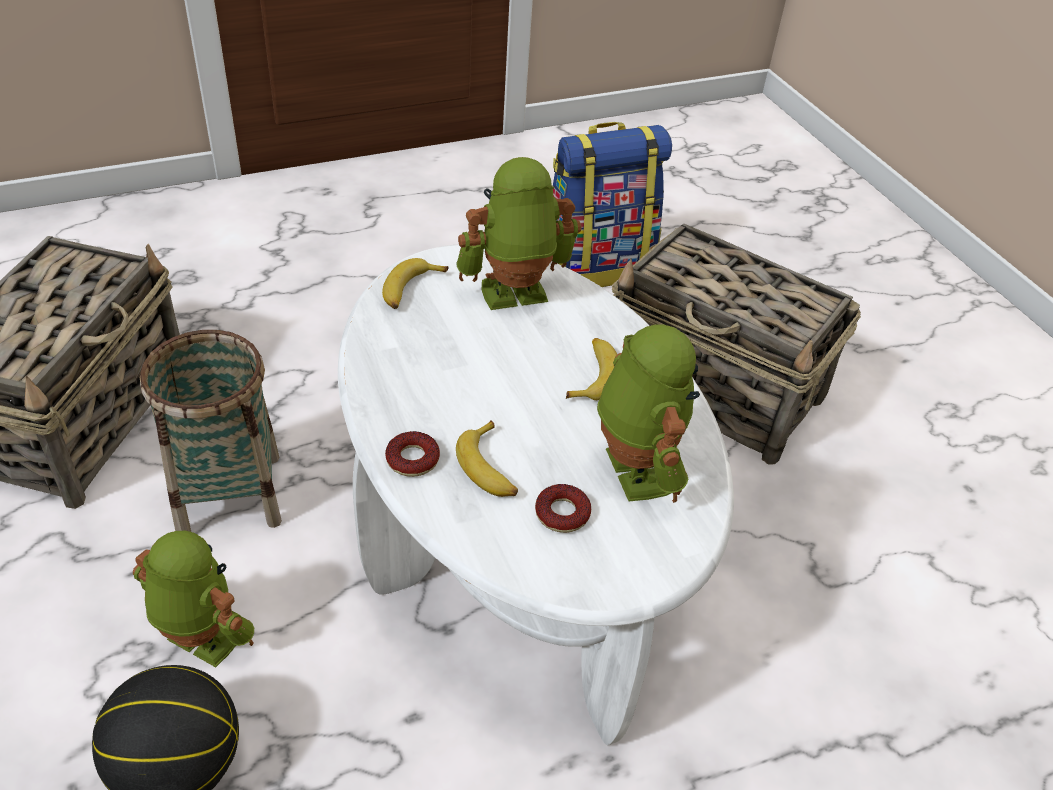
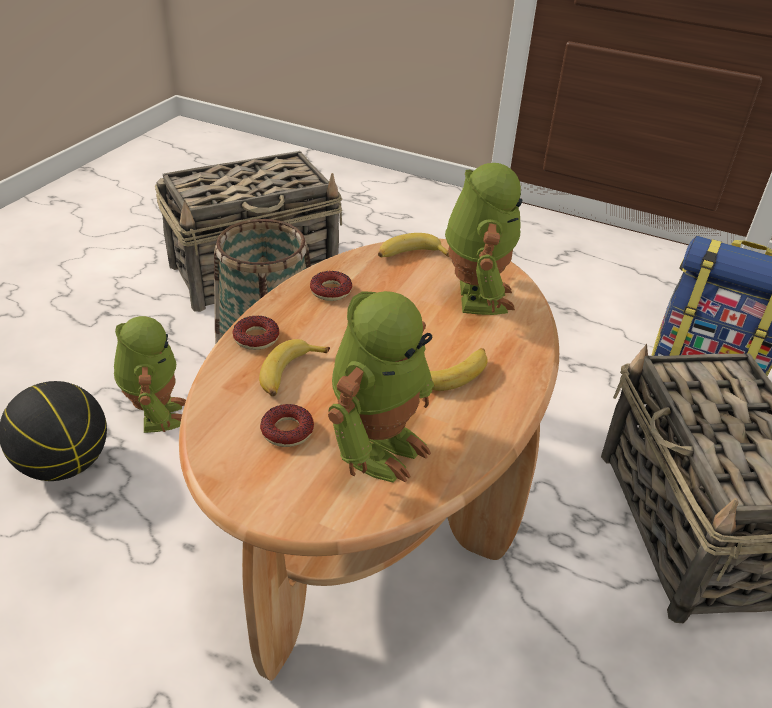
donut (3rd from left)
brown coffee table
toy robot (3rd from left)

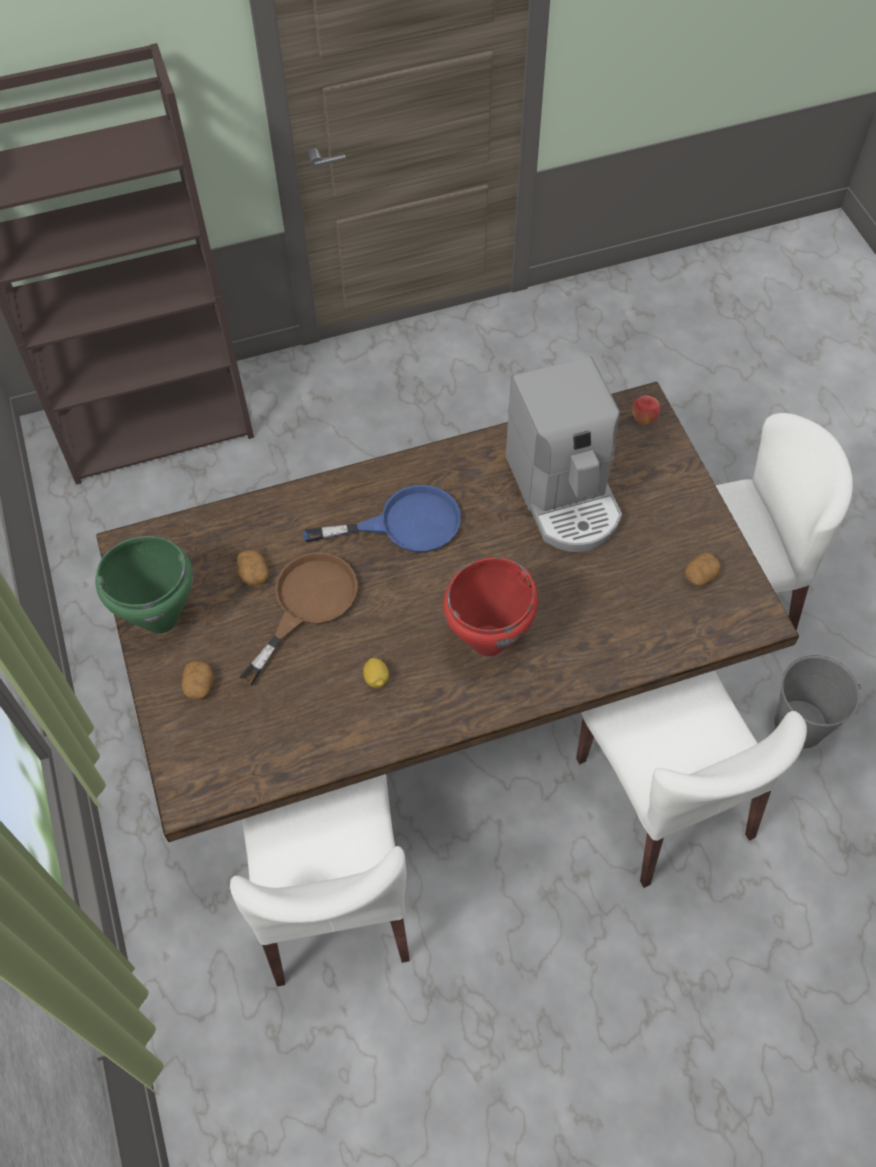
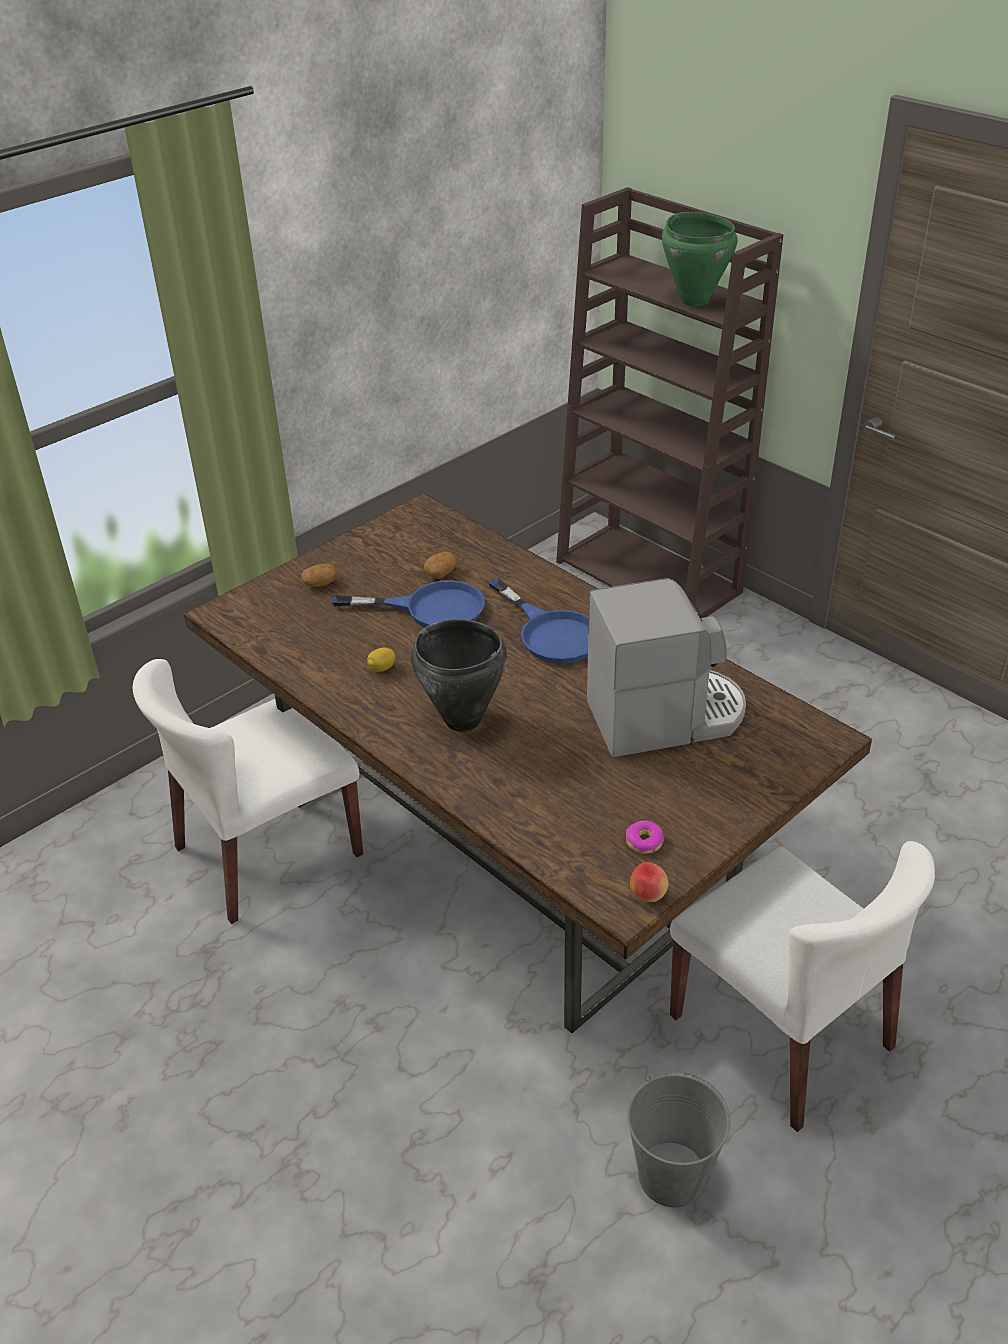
white chair (2nd from left in the first image)
green cooking pot
apple
donut
blue frying pan (1st from left)
black cooking pot
coffee machine

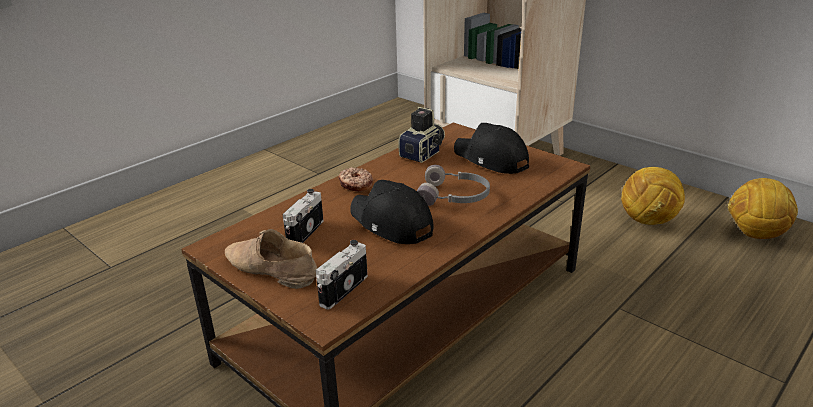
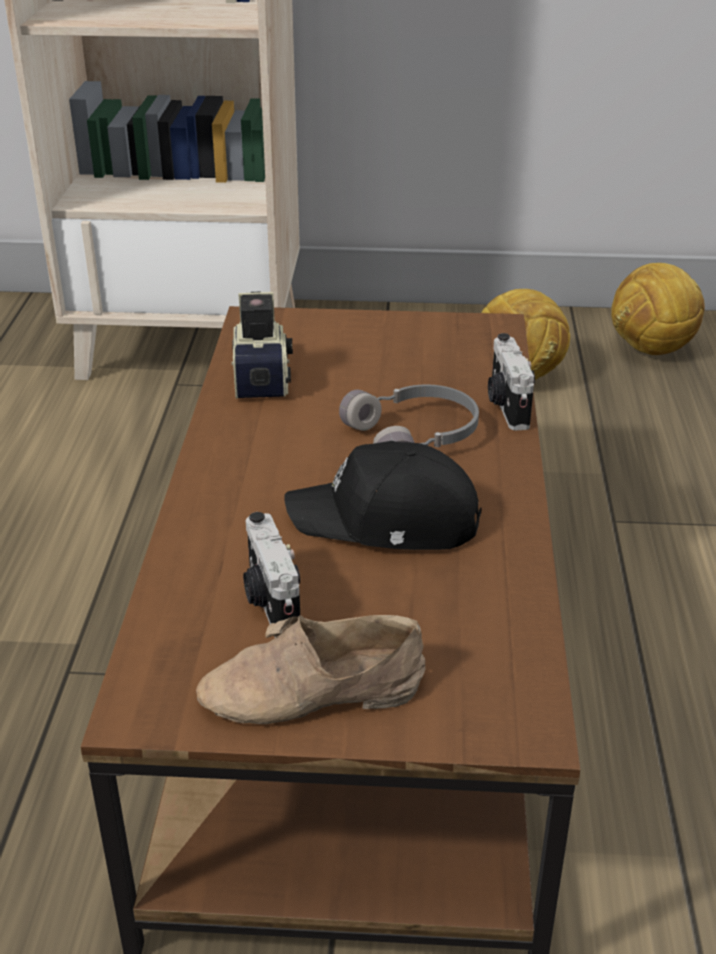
donut
black cap (2nd from left in the first image)
photo camera (3rd from left)

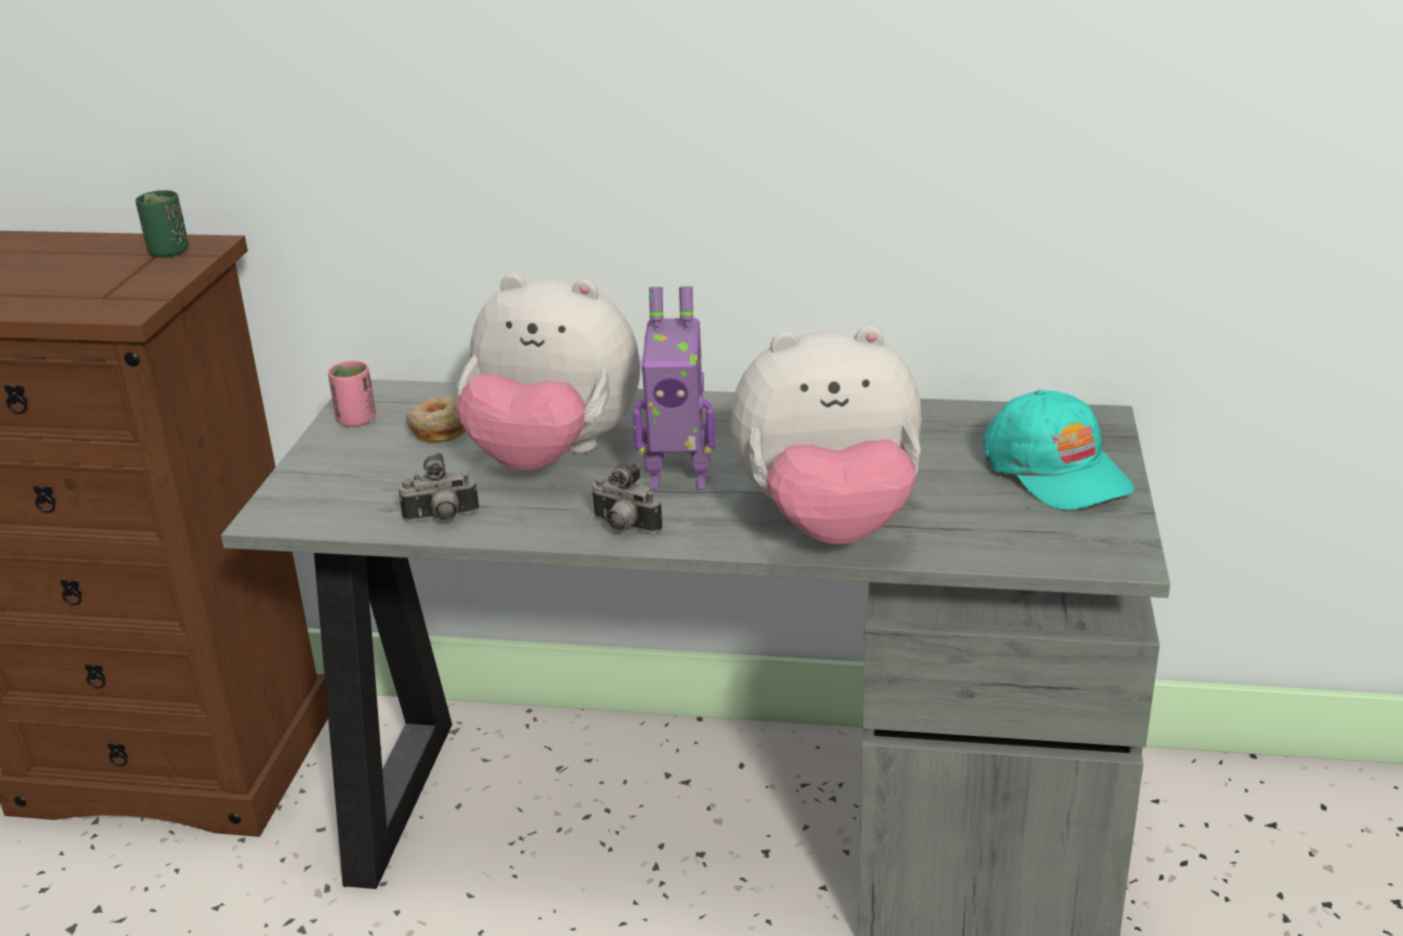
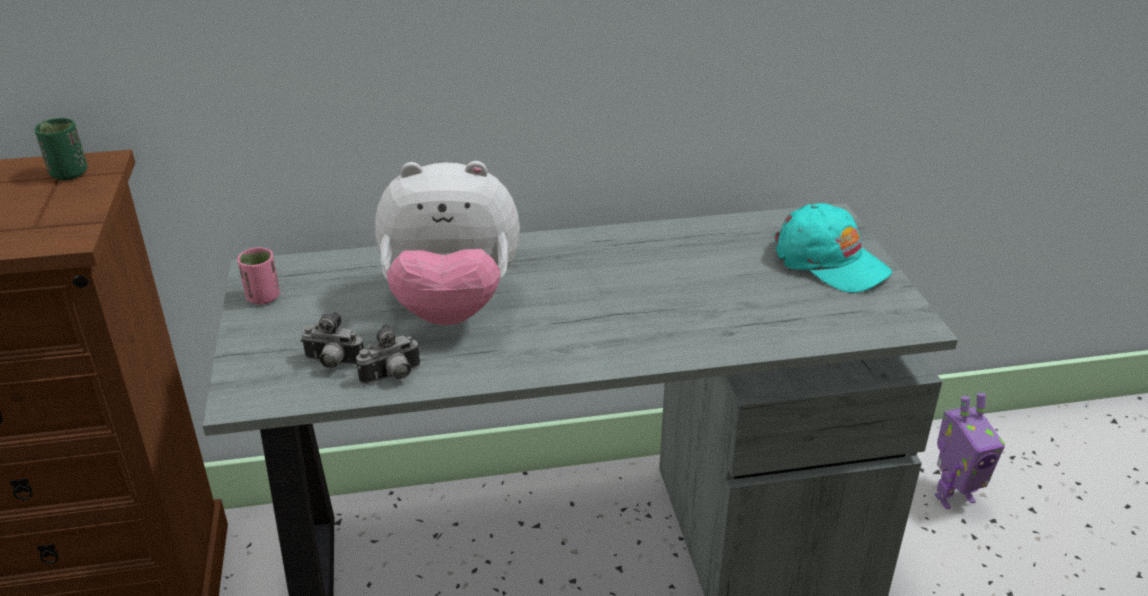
donut
plush toy (2nd from left in the first image)
photo camera (1st from left)
toy robot

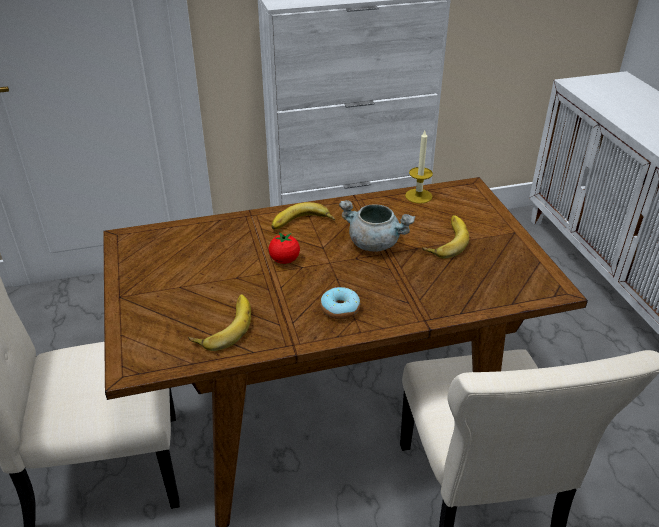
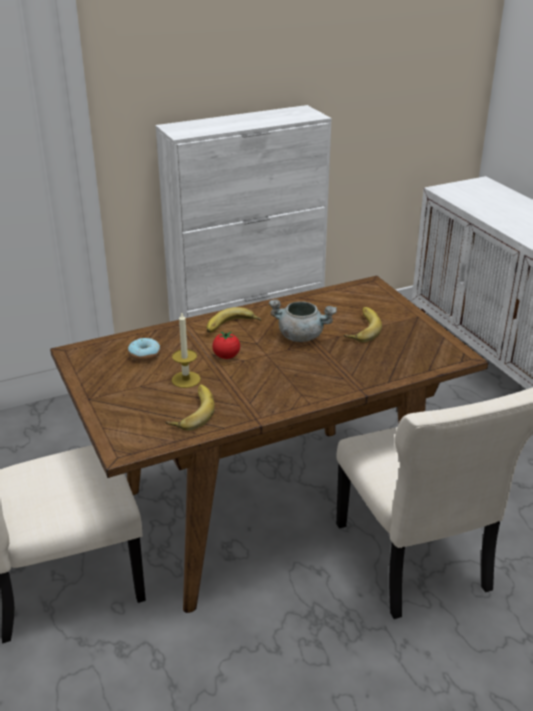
donut
candle

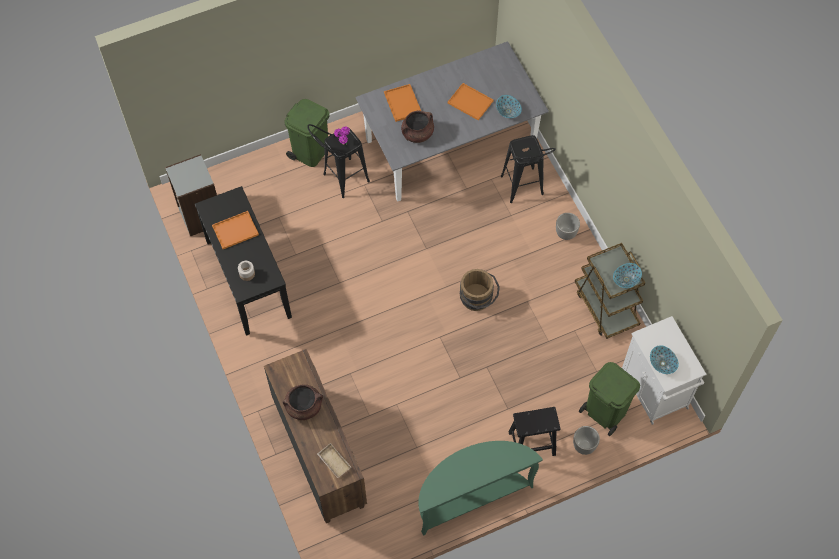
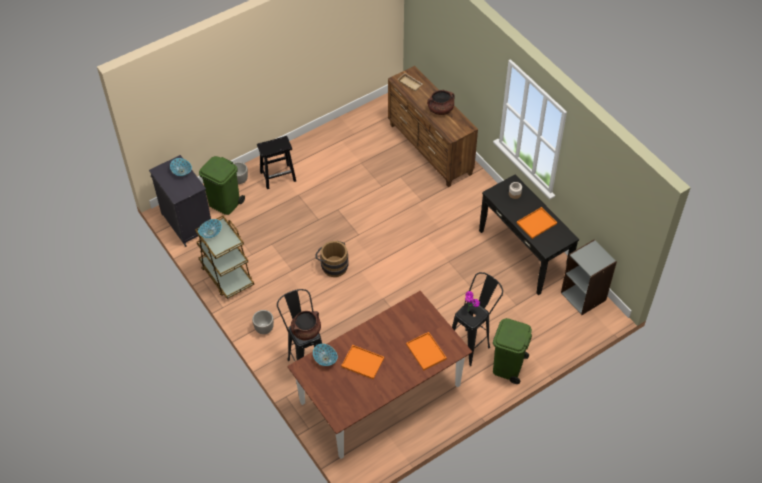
green console table
brown cooking pot (1st from left)
brown dining table
black cabinet

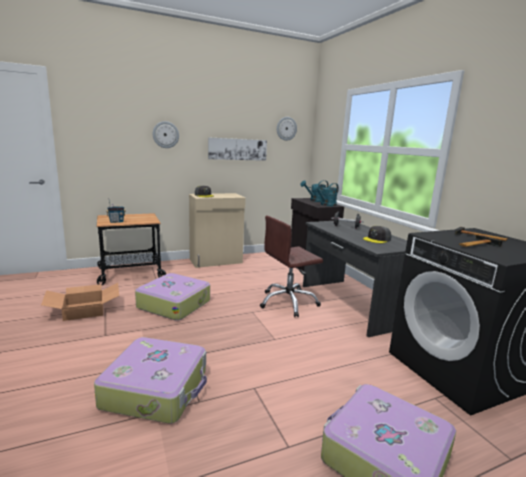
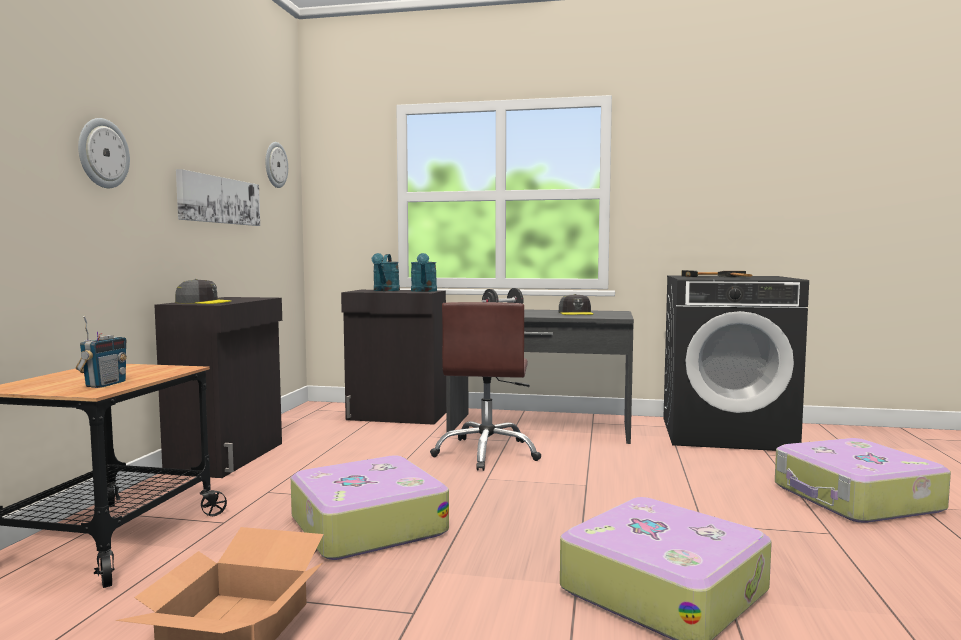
black cabinet (1st from left)

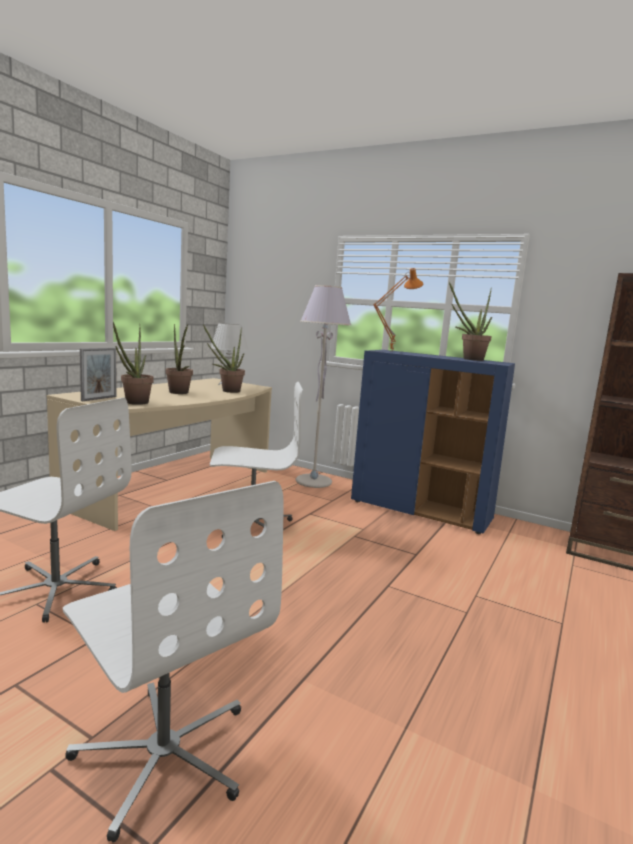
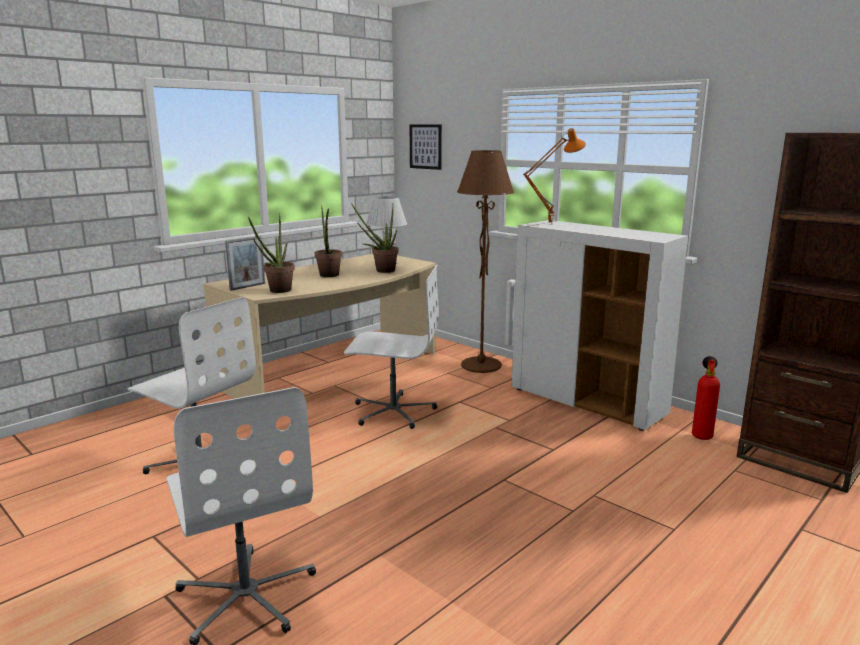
potted plant (4th from left in the first image)
picture
fire extinguisher
brown floor lamp
white cabinet

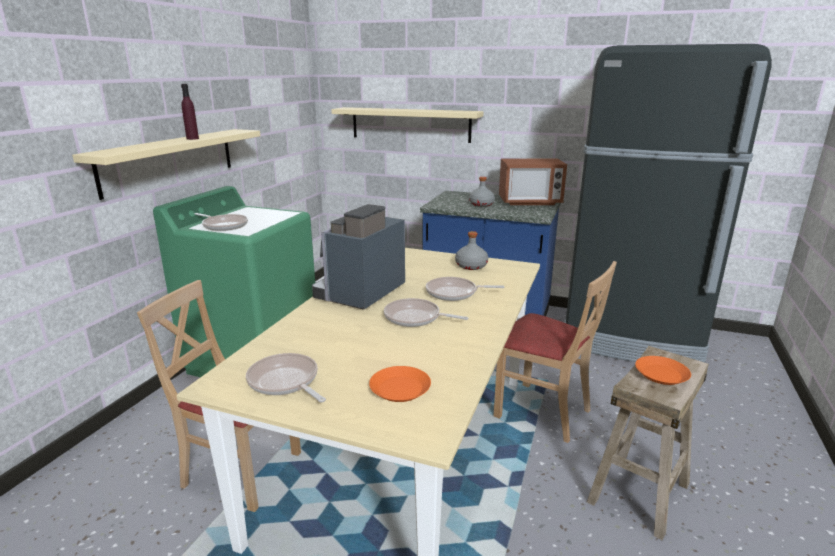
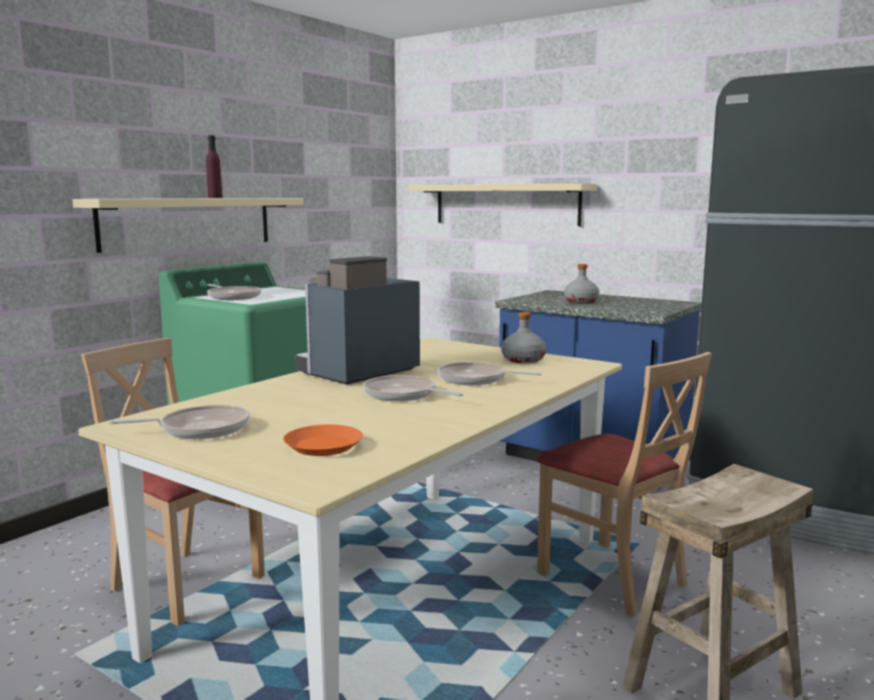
microwave
orange plate (2nd from left in the first image)
frying pan (1st from left)

